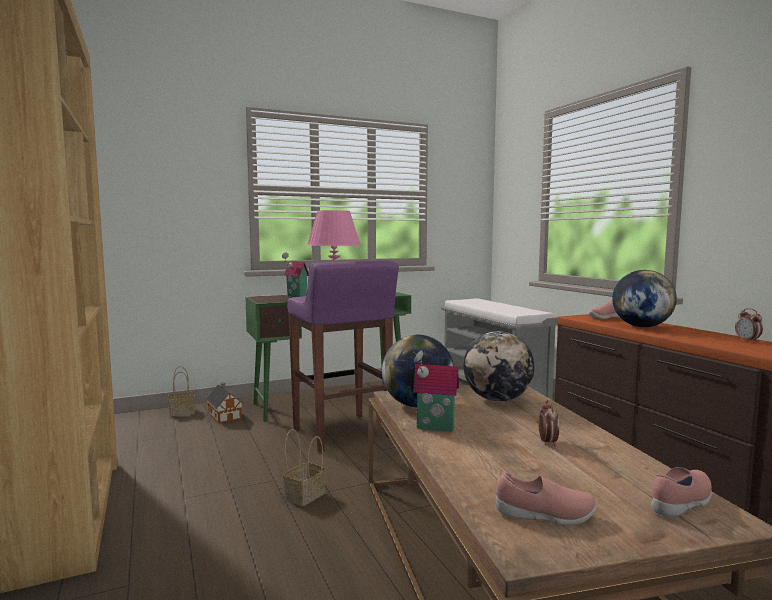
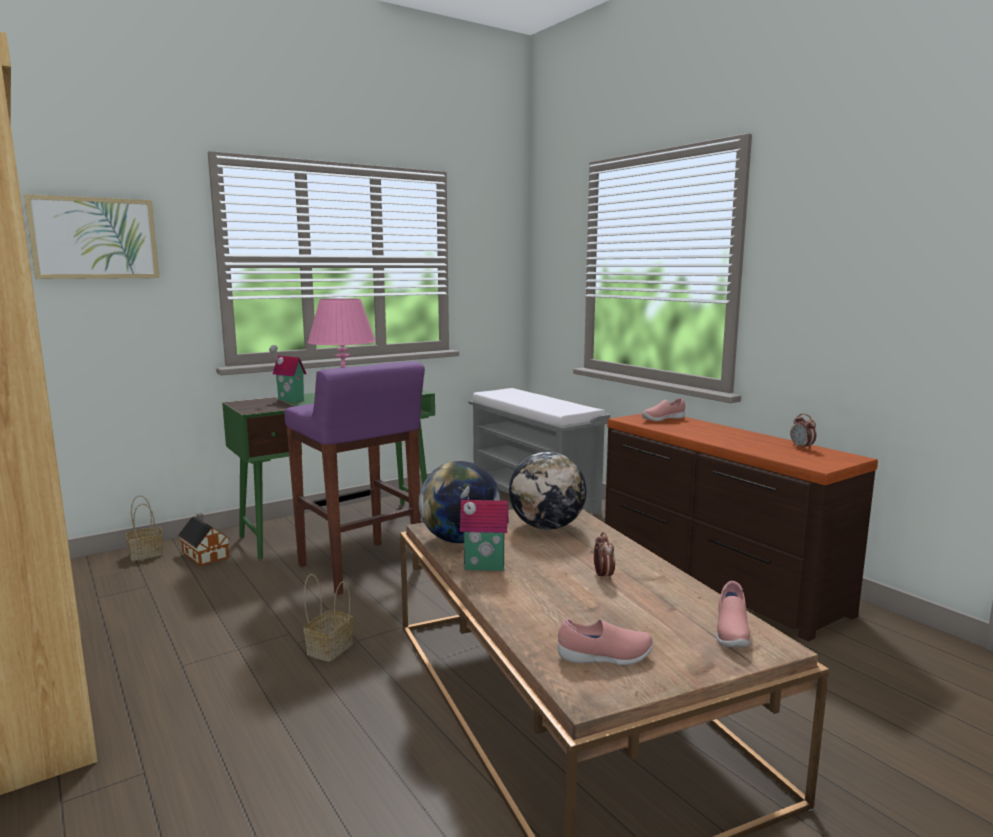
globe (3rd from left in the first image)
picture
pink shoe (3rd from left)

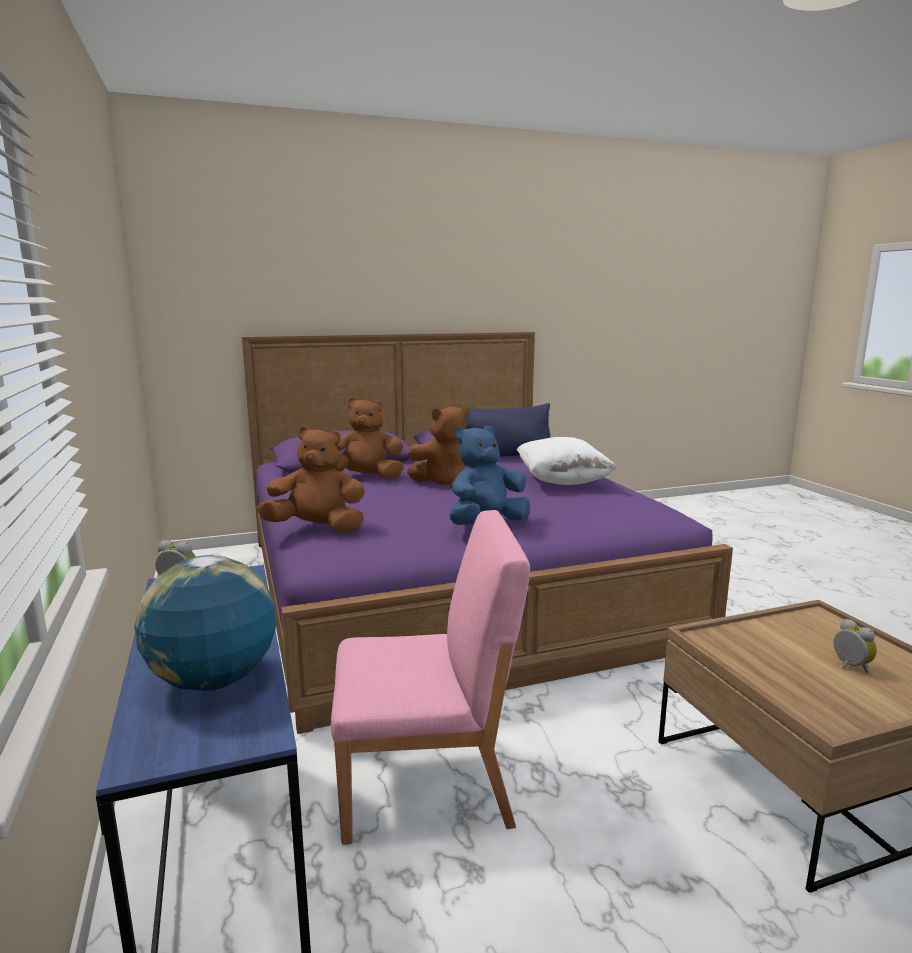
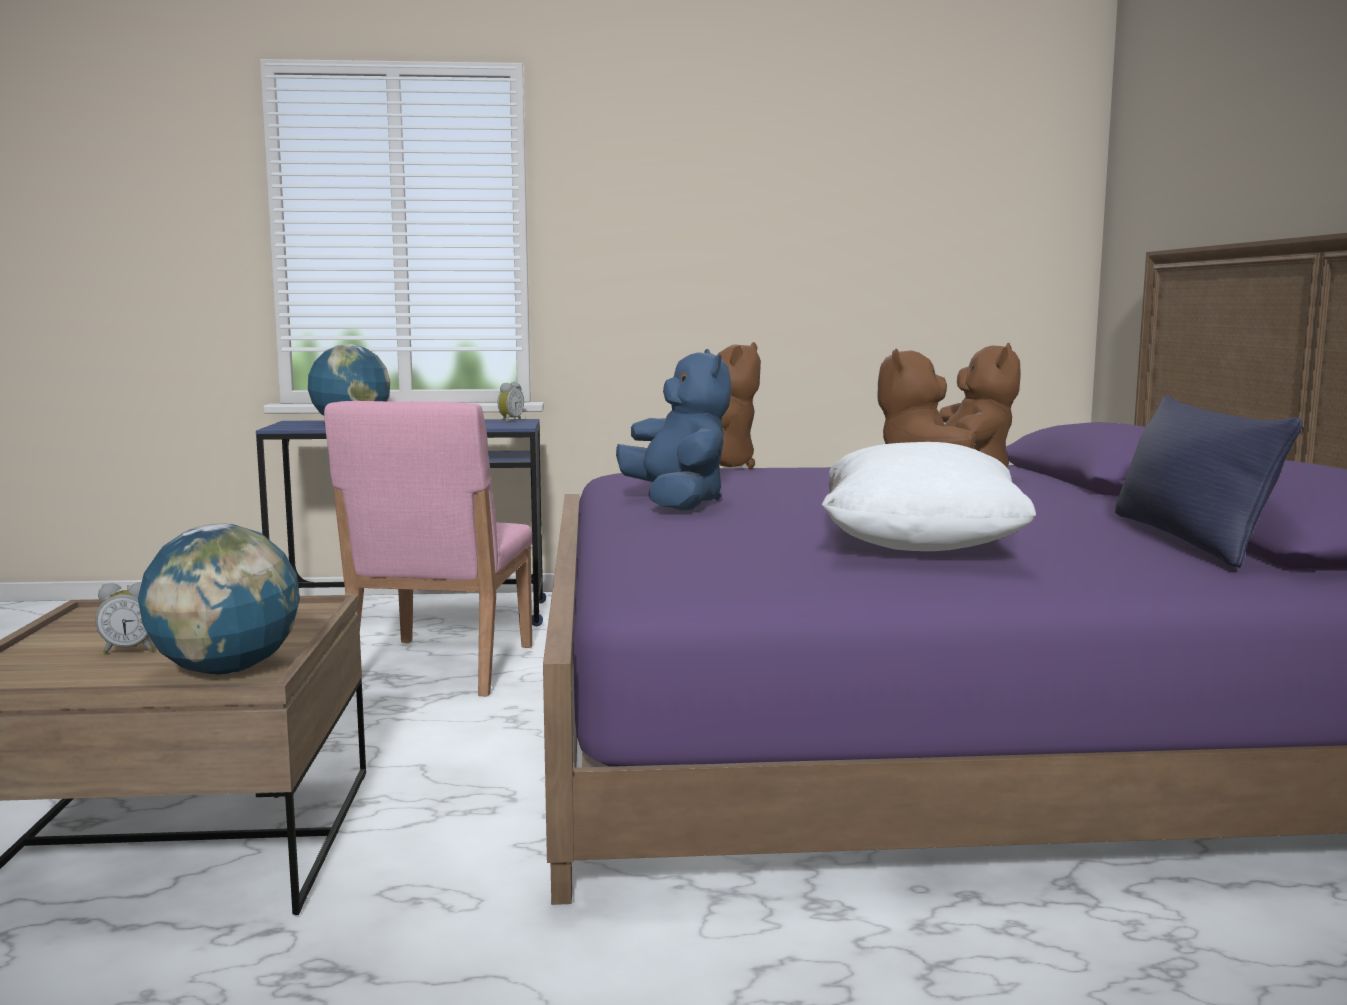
globe (1st from left)

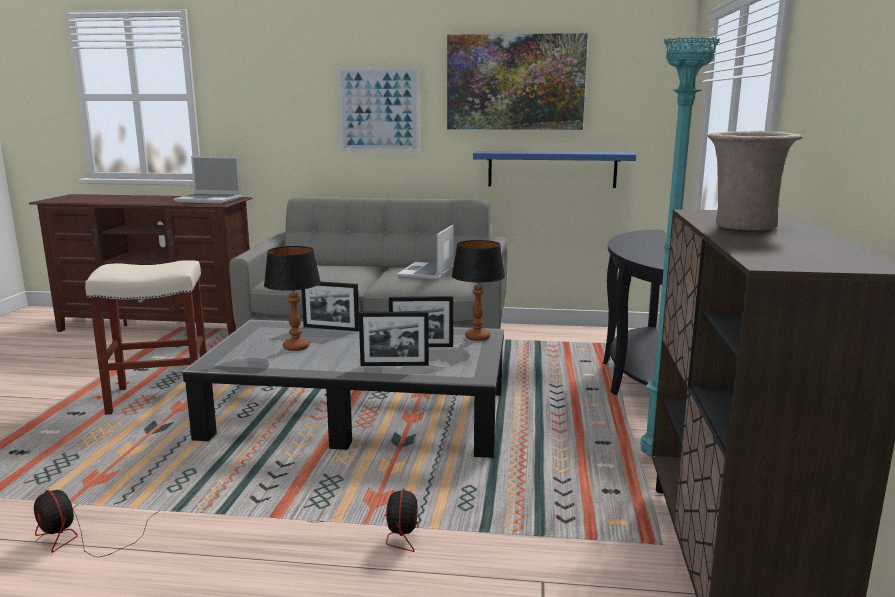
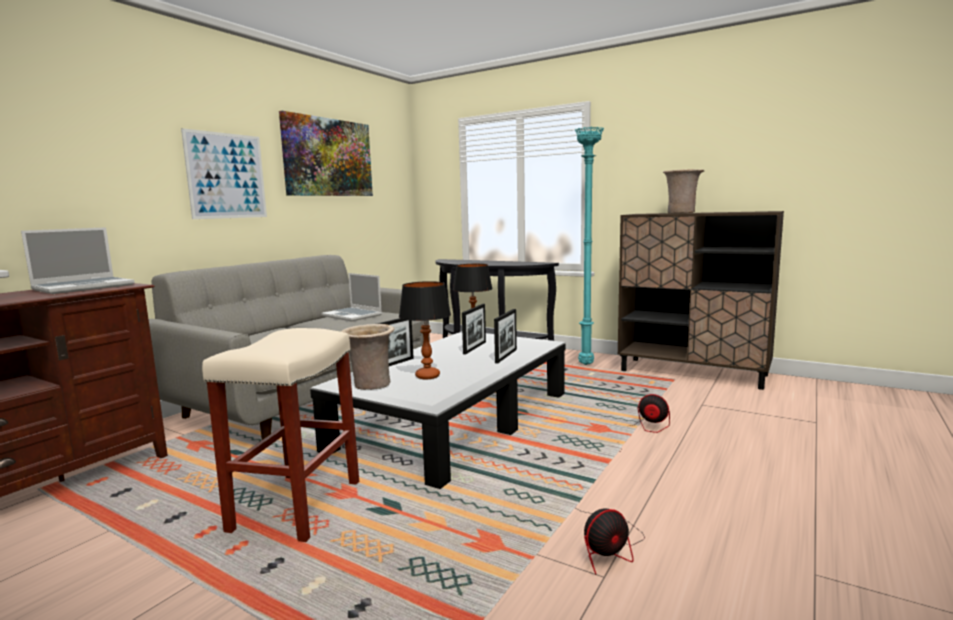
blue shelf
beige vase (1st from left)

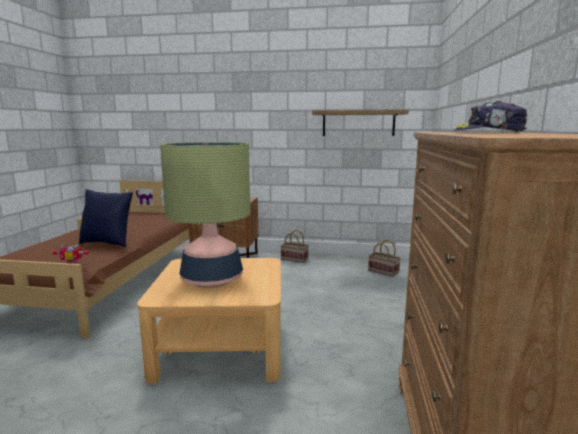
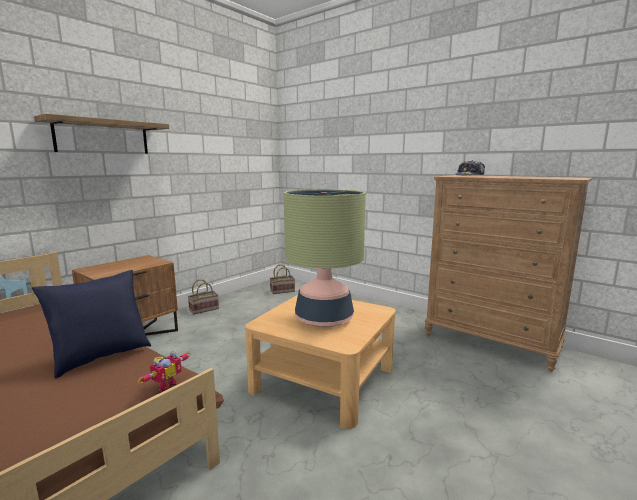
shelf

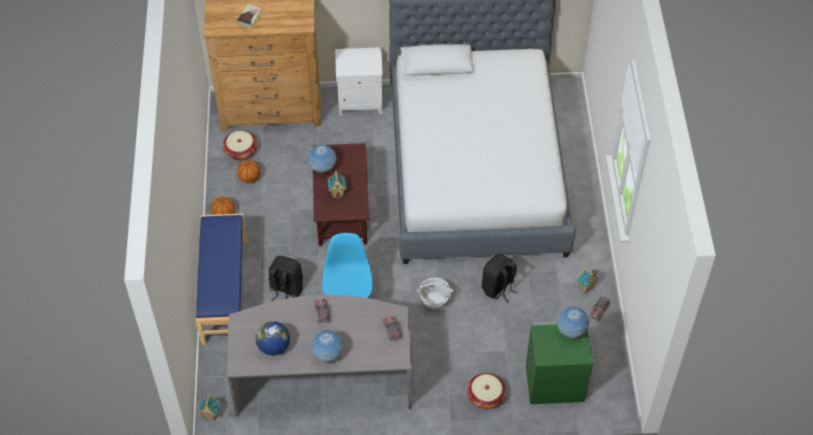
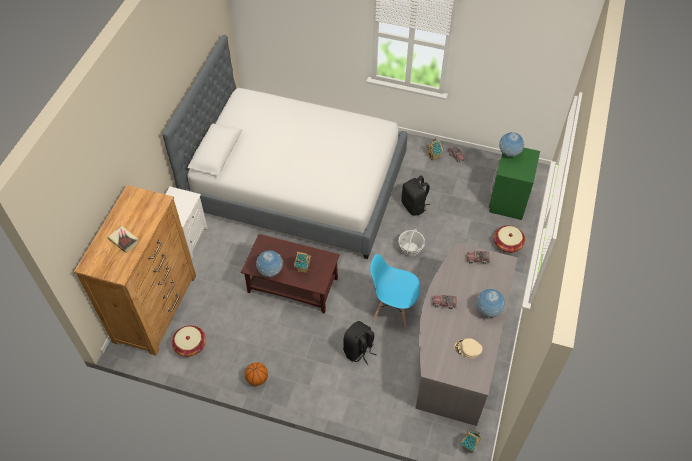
blue bench
basketball (2nd from left in the first image)
beige cap

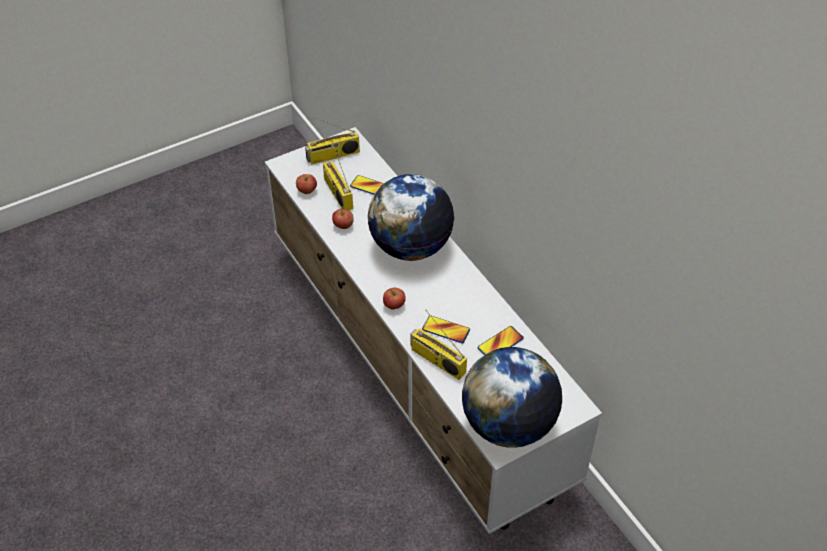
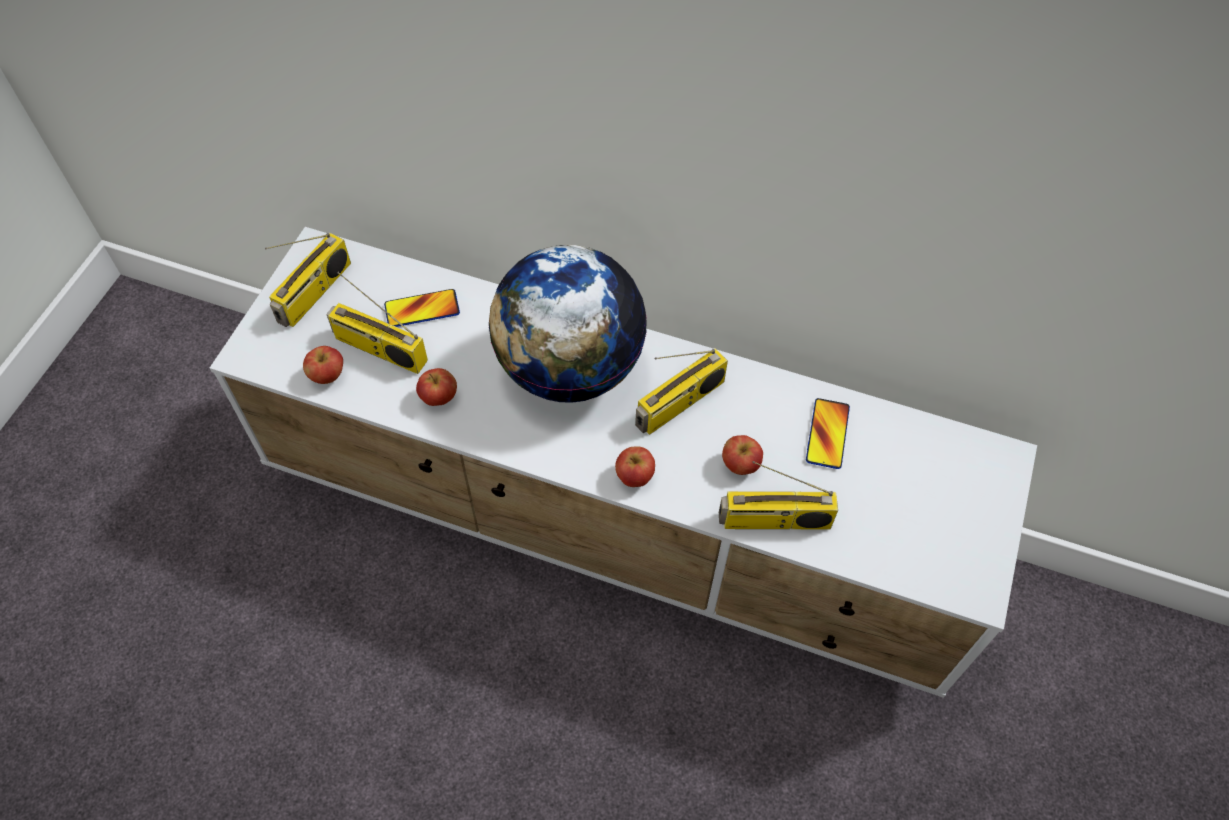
globe (2nd from left in the first image)
radio (3rd from left)
apple (4th from left)

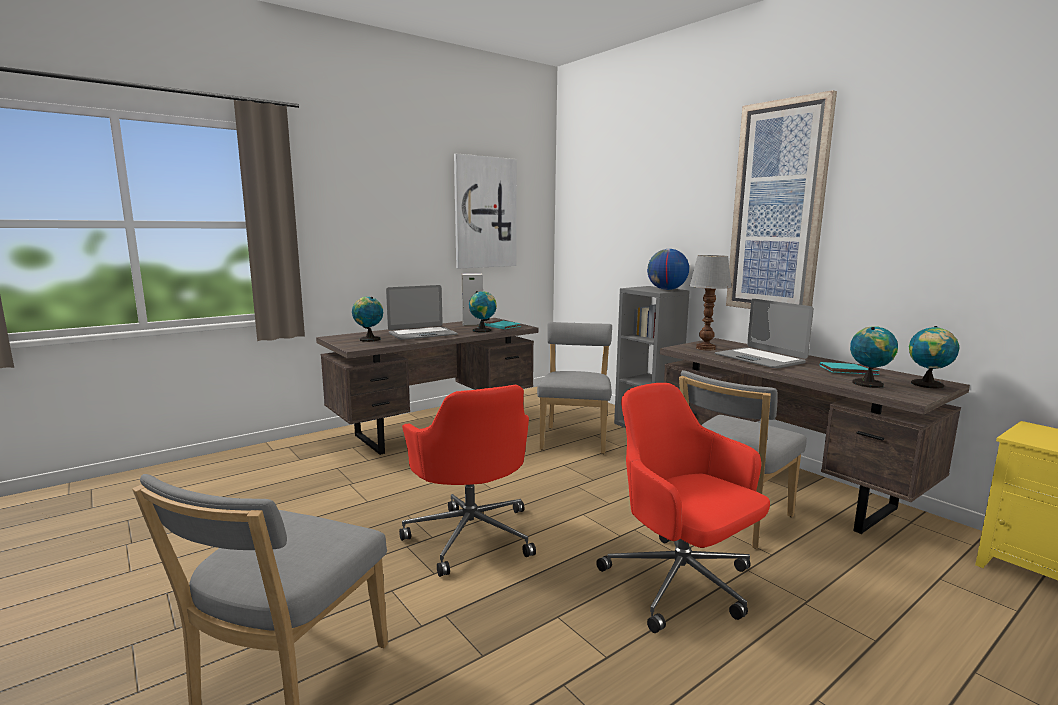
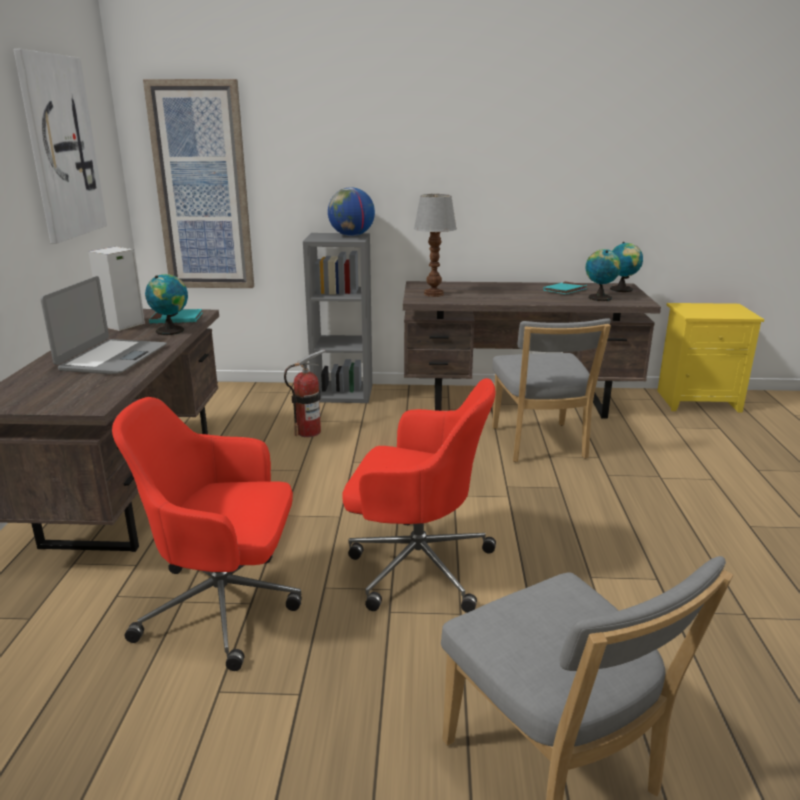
globe (1st from left in the first image)
laptop (2nd from left in the first image)
red office chair (1st from left)
picture (2nd from left)
fire extinguisher

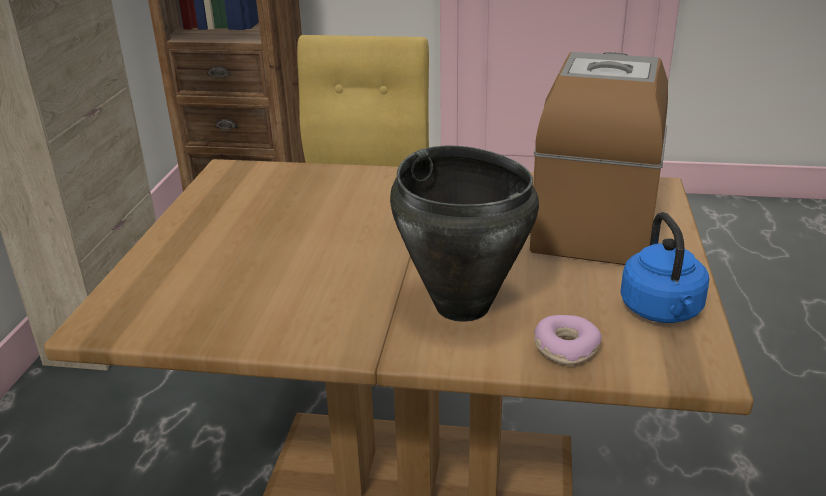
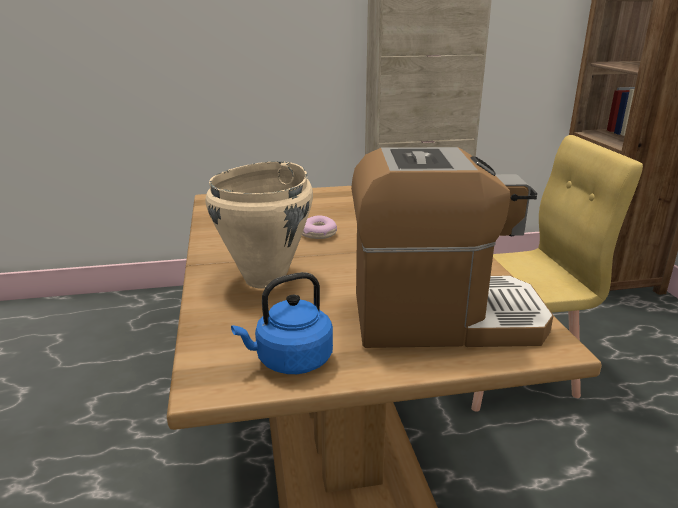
donut
beige cooking pot

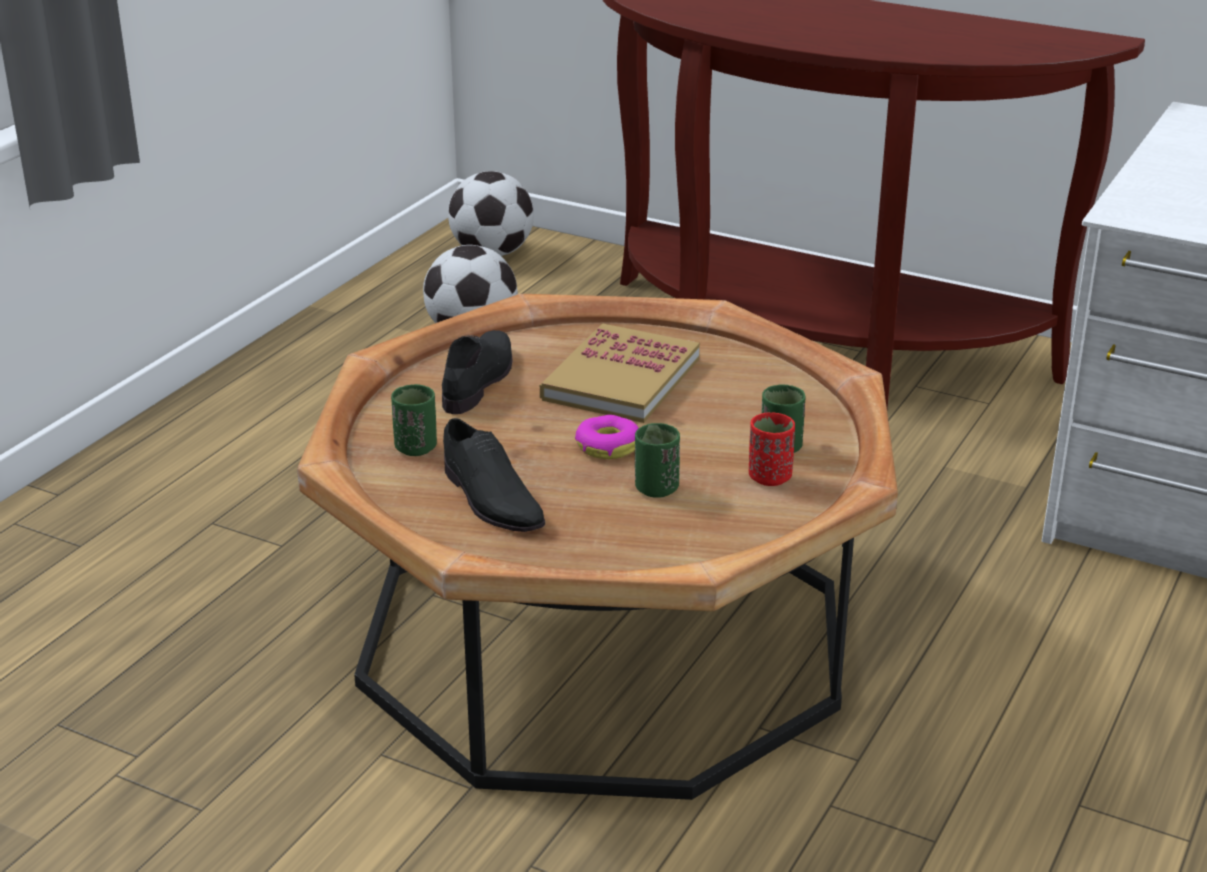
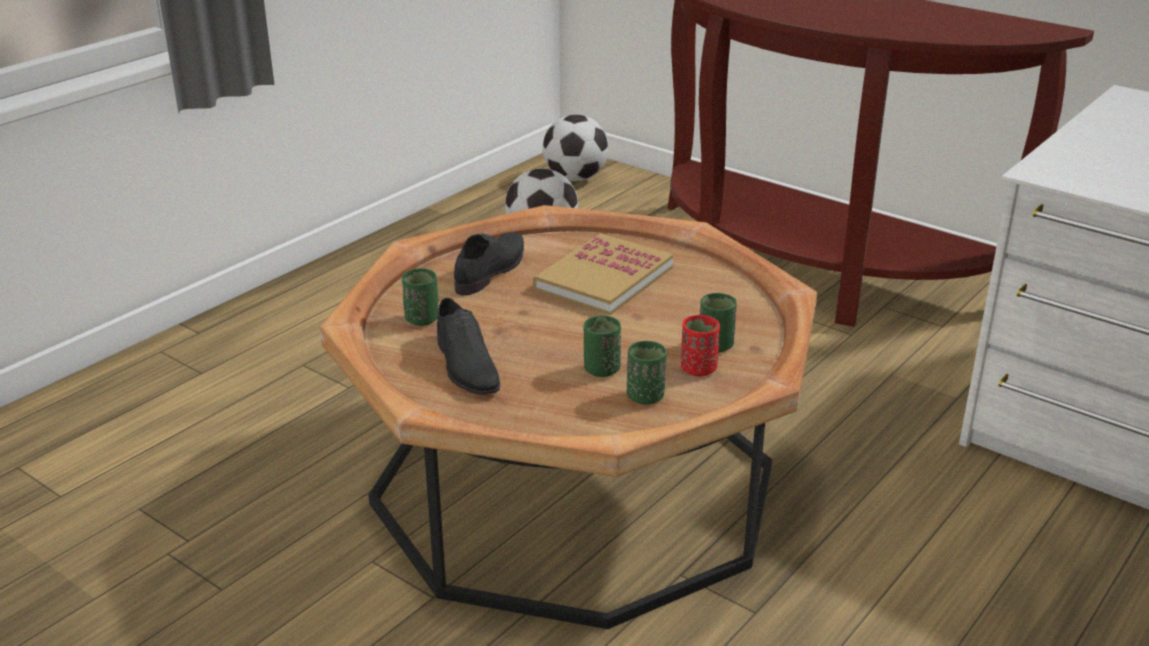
donut
green cup (3rd from left)

